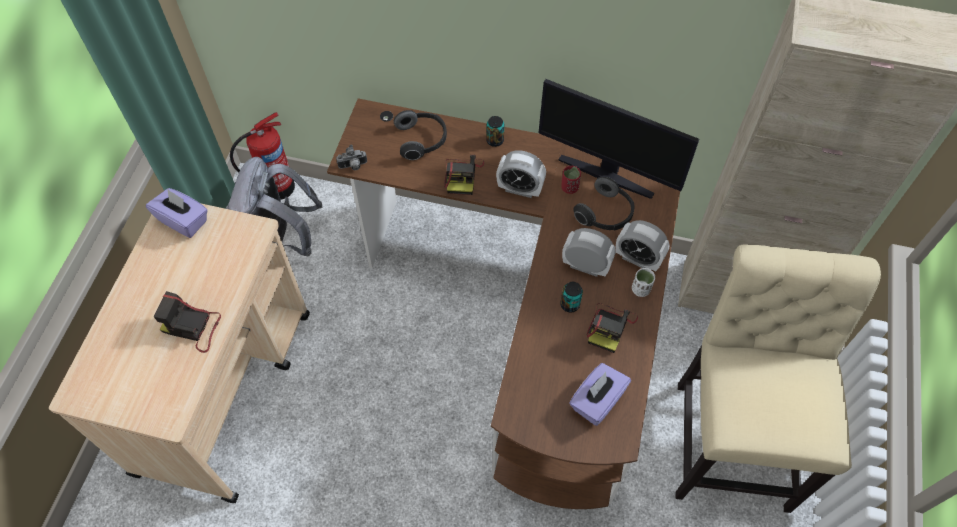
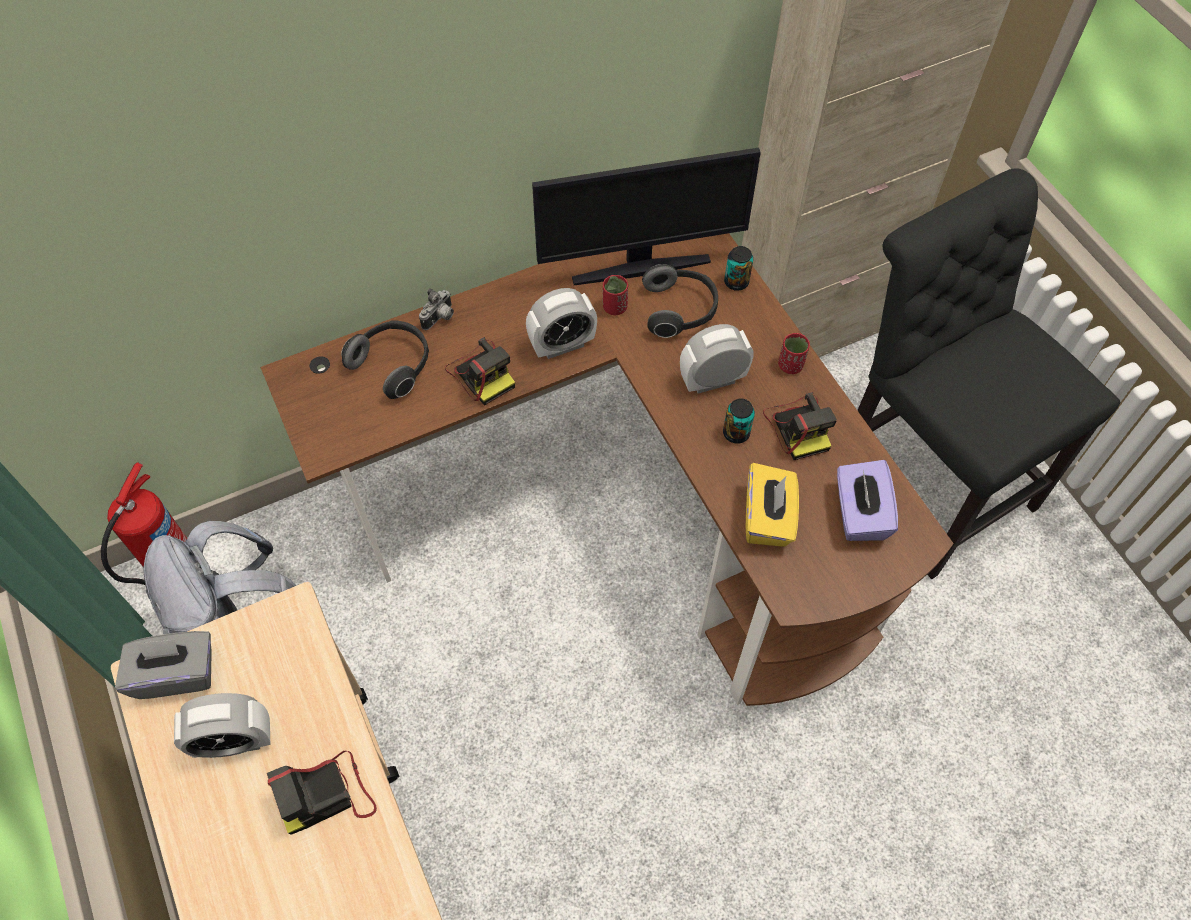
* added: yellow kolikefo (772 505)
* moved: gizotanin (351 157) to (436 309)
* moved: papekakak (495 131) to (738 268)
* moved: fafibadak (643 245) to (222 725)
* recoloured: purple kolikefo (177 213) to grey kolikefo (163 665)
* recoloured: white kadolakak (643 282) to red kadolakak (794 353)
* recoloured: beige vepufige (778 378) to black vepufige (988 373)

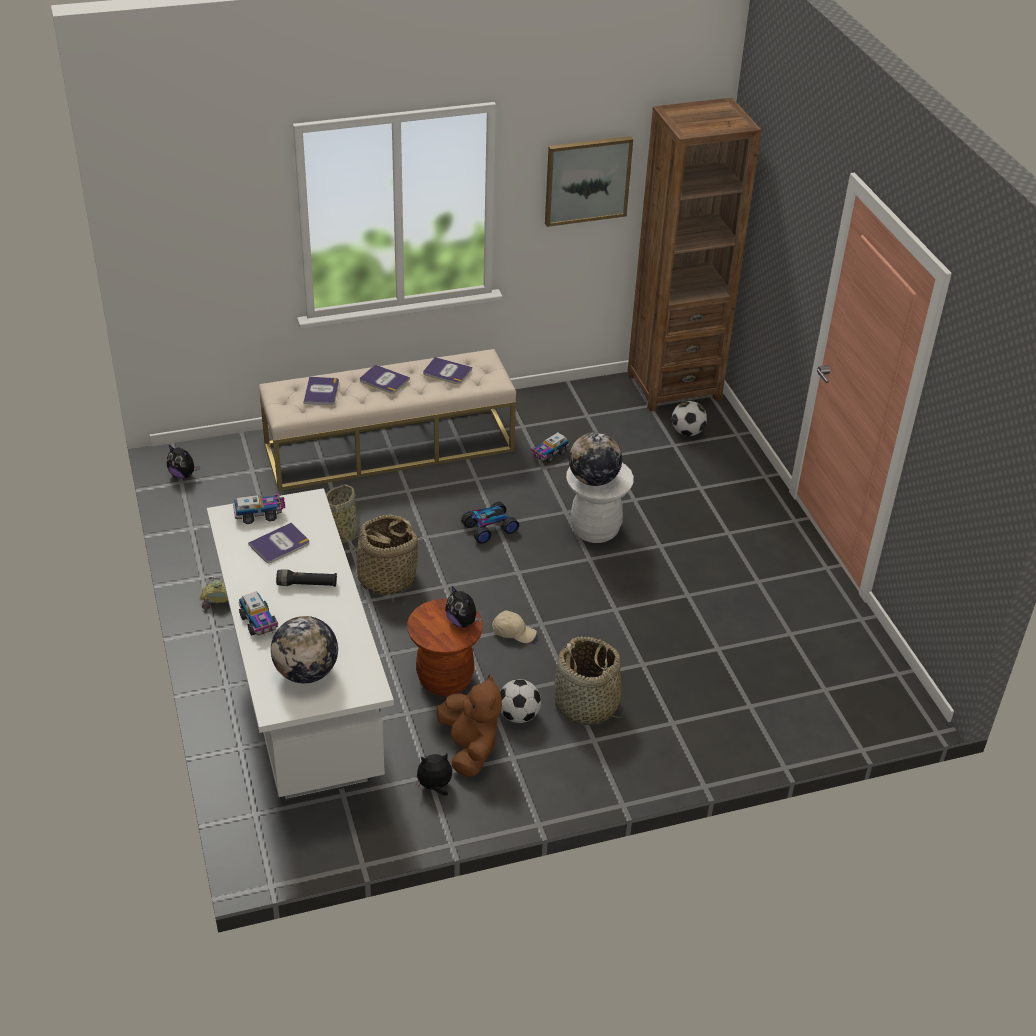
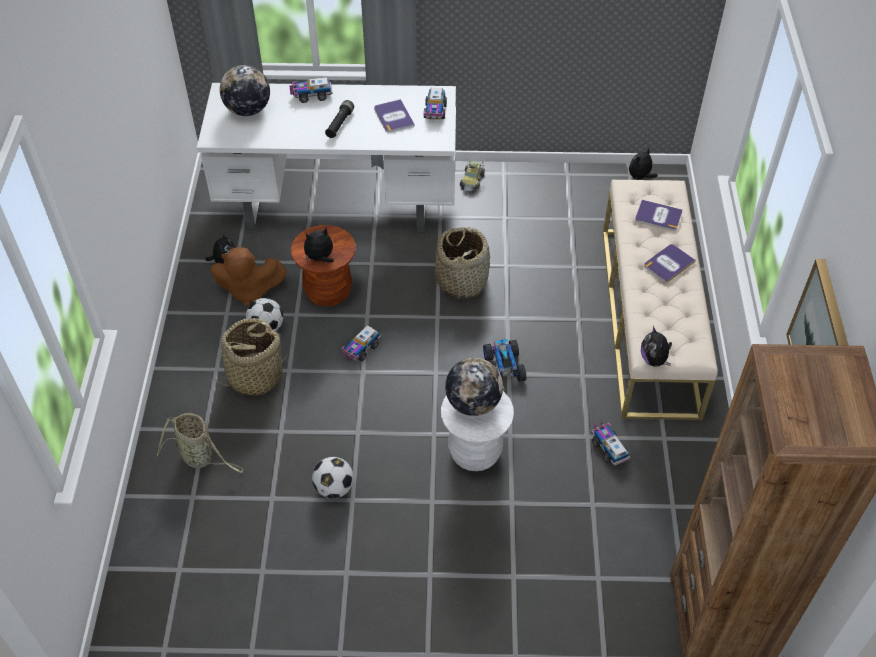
* removed: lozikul (447 370)
* added: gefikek (656 346)
* moved: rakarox (342 518) to (200 443)
* moved: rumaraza (689 418) to (333 478)
* replaced: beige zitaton (515 626) to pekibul (361 343)

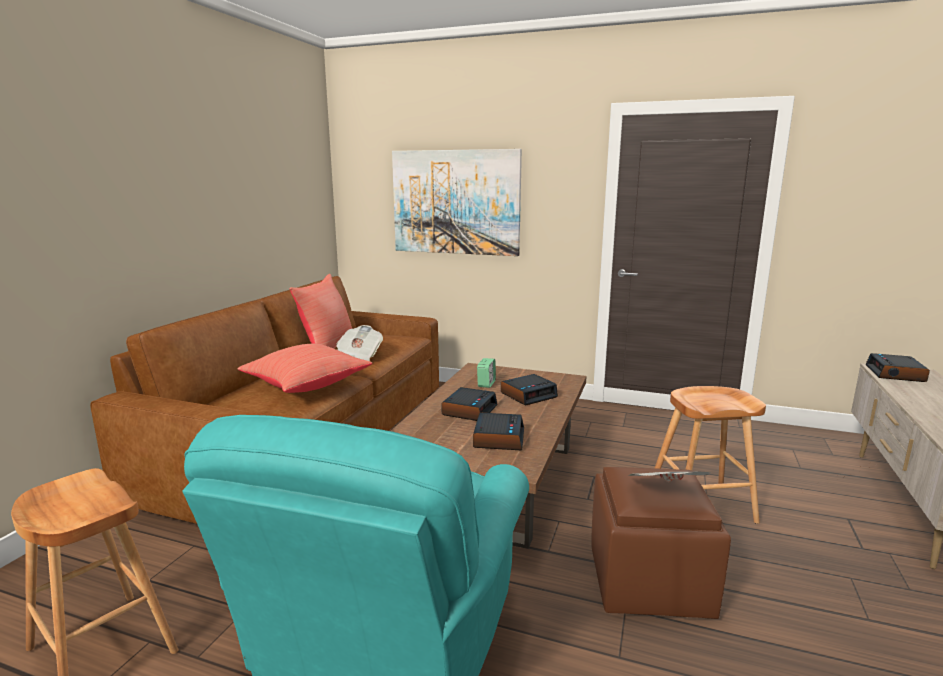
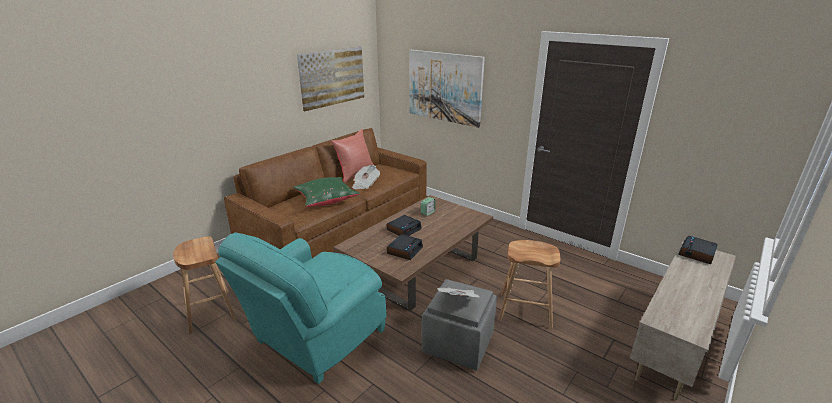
* removed: fafibadak (529 390)
* added: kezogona (330 79)
* recoloured: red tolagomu (305 368) to green tolagomu (326 192)
* recoloured: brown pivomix (661 543) to grey pivomix (459 325)

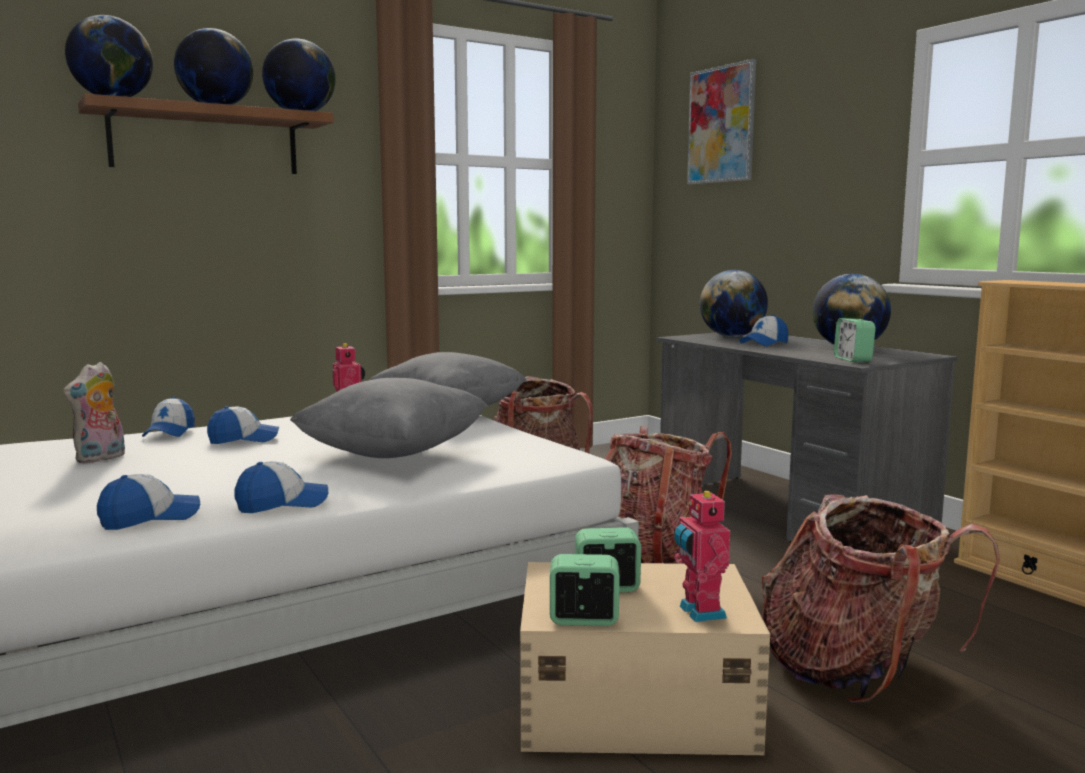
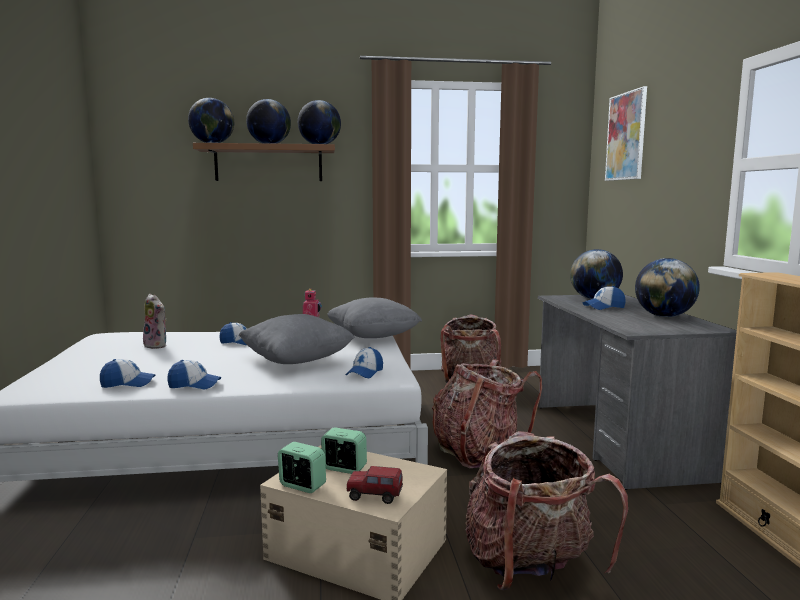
* removed: fafibadak (855 340)
* moved: zitaton (168 417) to (364 362)
* replaced: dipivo (702 555) to pekibul (375 485)
* turned: gefikek (94 413) = (155 321) 105 degrees counterclockwise

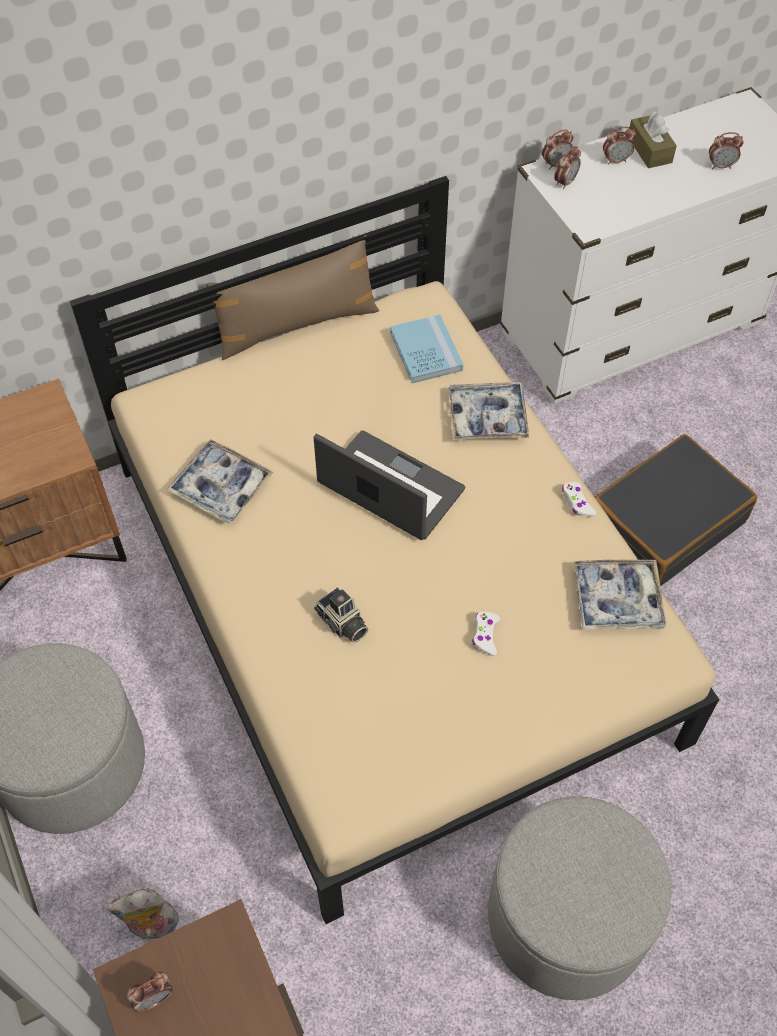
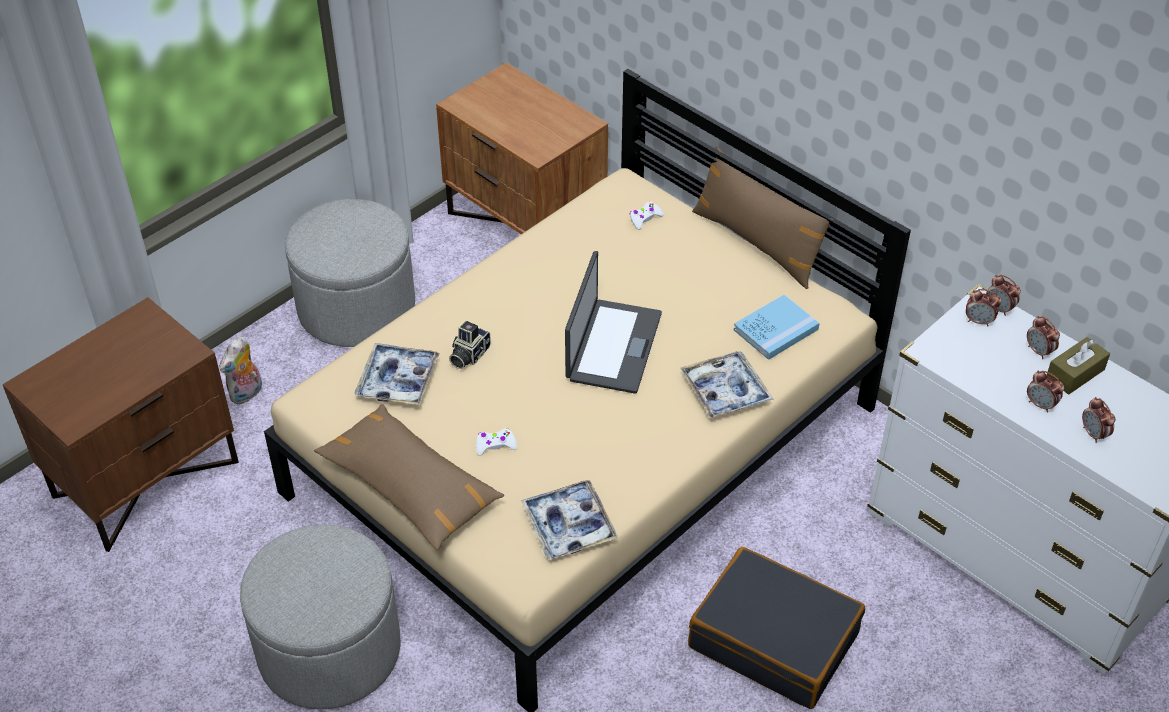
* added: brown tolagomu (409 477)
* moved: fafibadak (150 992) to (1045 392)
* moved: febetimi (220 481) to (397 374)
* moved: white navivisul (579 499) to (646 216)
* turned: gefikek (143 914) = (240 371) 120 degrees counterclockwise

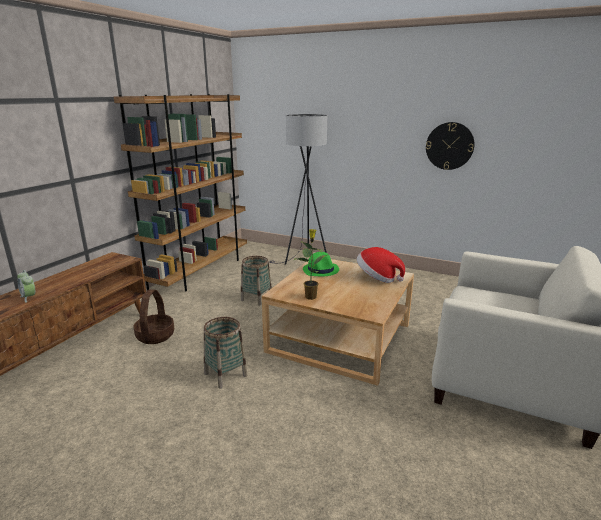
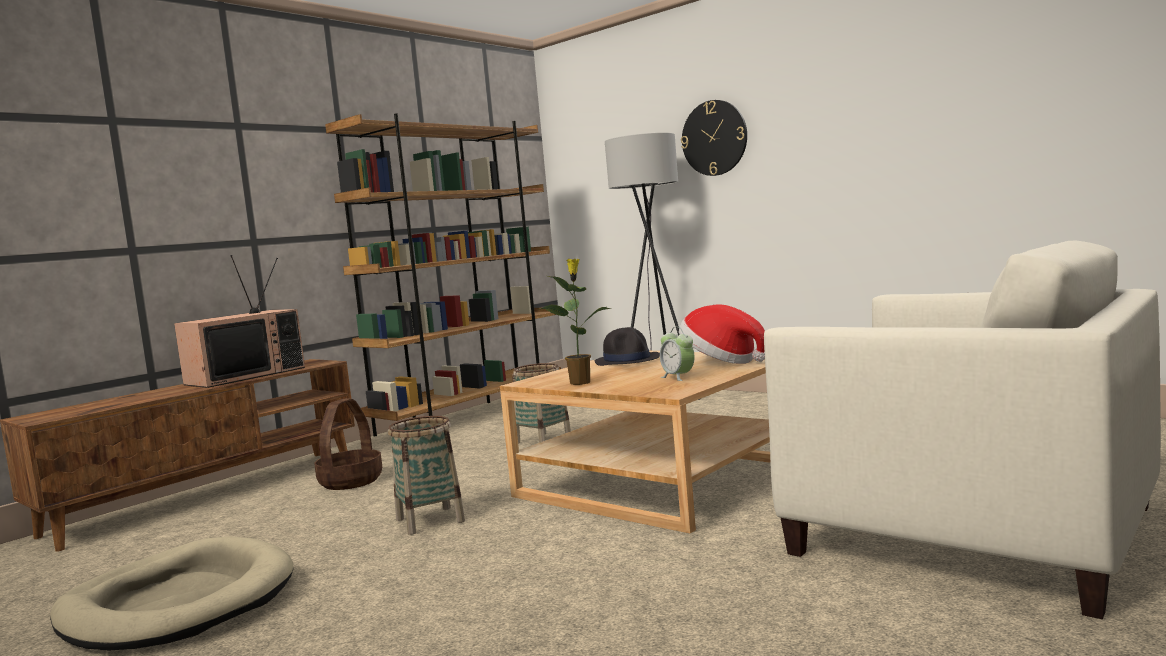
* added: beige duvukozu (171 593)
* added: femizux (239 321)
* moved: fafibadak (26 286) to (677 354)
* moved: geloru (450 146) to (714 138)
* recoloured: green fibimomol (321 264) to black fibimomol (627 346)

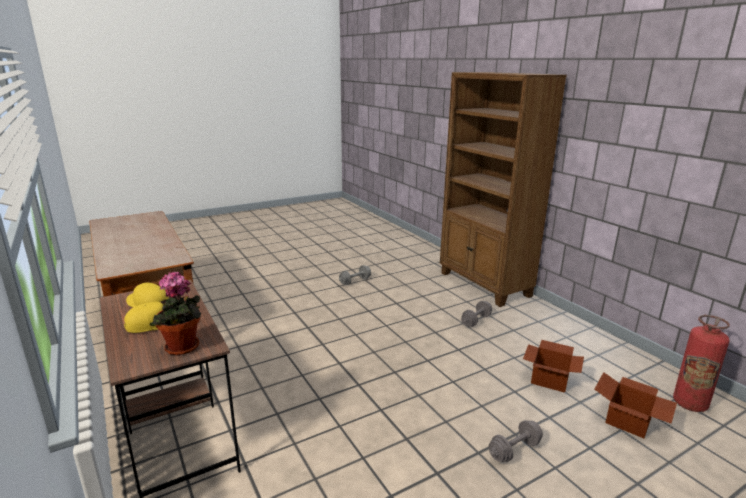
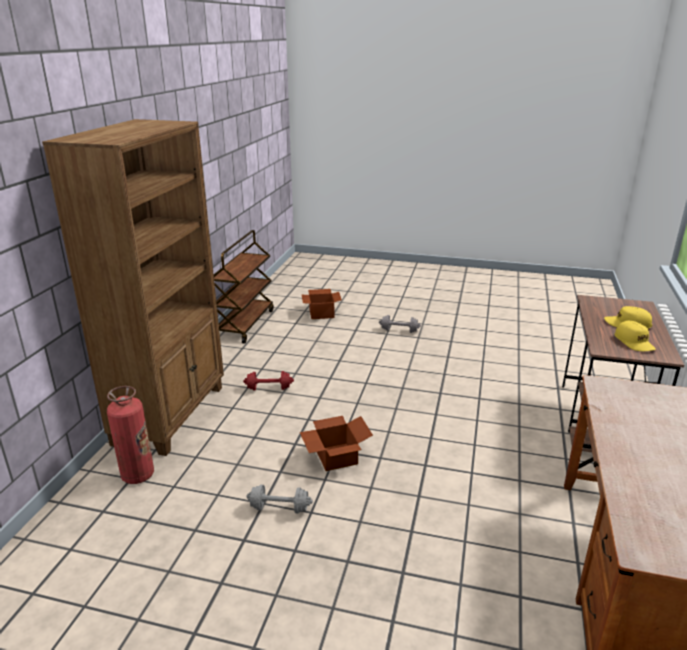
* removed: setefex (175 314)
* added: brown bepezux (244 287)
* moved: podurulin (553 366) to (336 443)
* moved: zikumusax (701 363) to (130 435)
* recoloured: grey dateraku (476 314) to red dateraku (268 380)

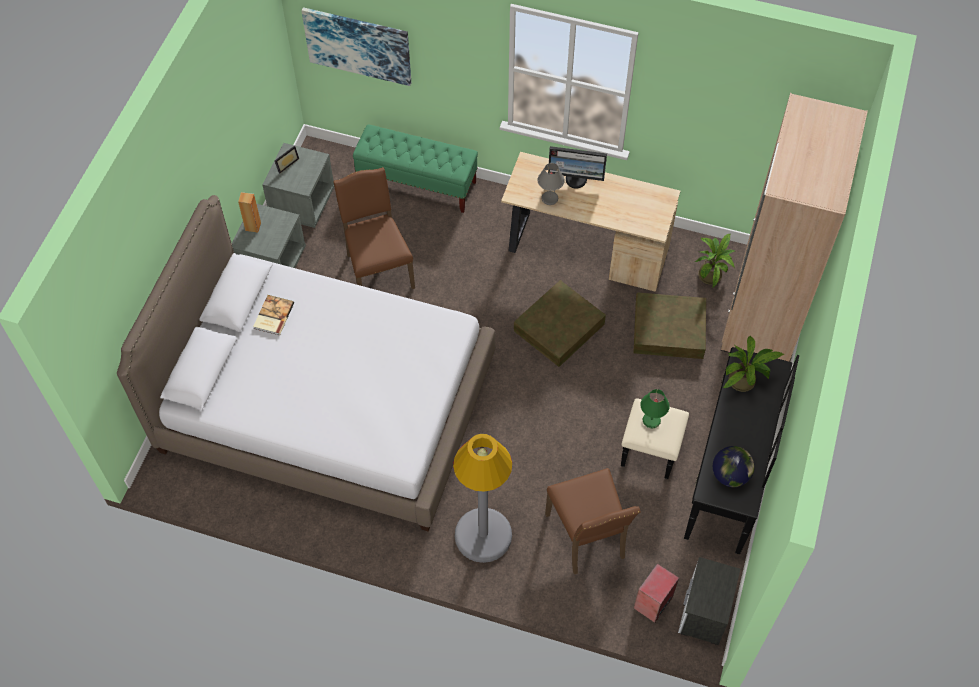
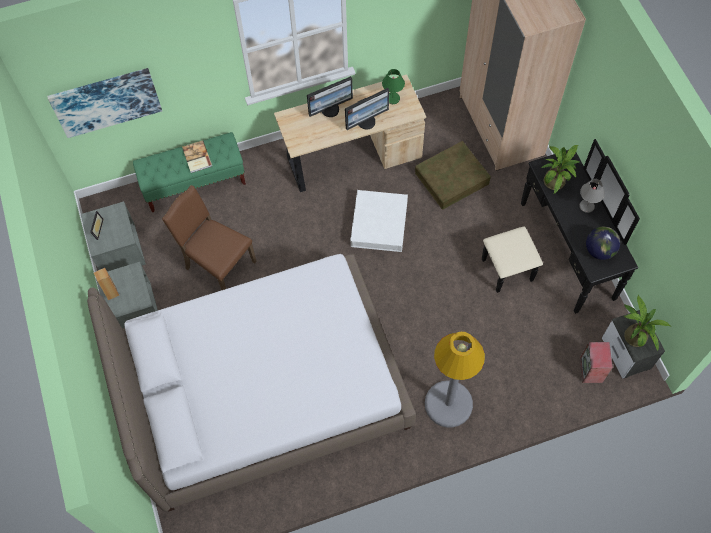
* removed: brown vepufige (593 521)
* added: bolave (367 109)
* moved: lozikul (273 315) to (197 156)
* moved: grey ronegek (551 184) to (592 196)
* moved: green ronegek (655 408) to (393 86)
* moved: setefex (715 260) to (647 323)
* recoloured: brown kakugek (560 323) to white kakugek (379 221)

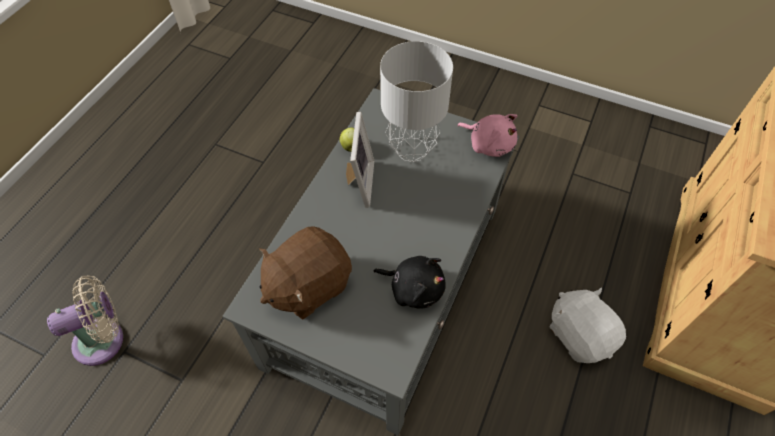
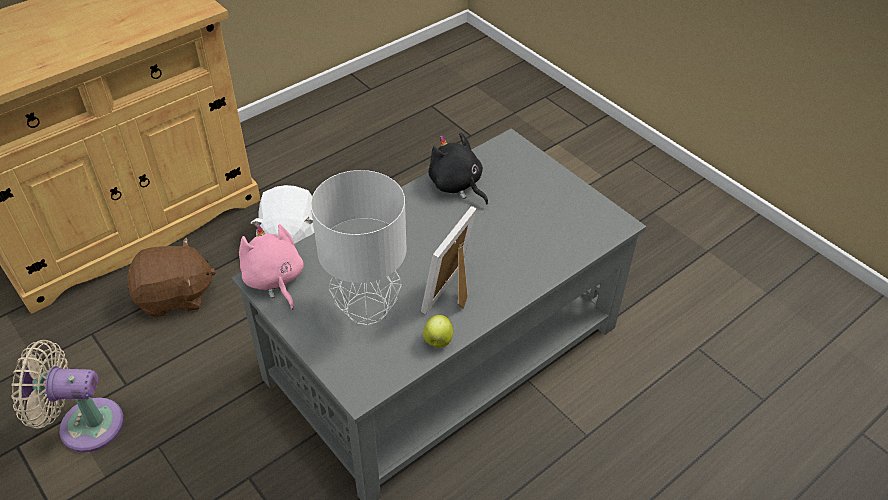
* moved: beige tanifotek (85 320) to (67 396)
* moved: brown gefikek (305 272) to (171 277)

